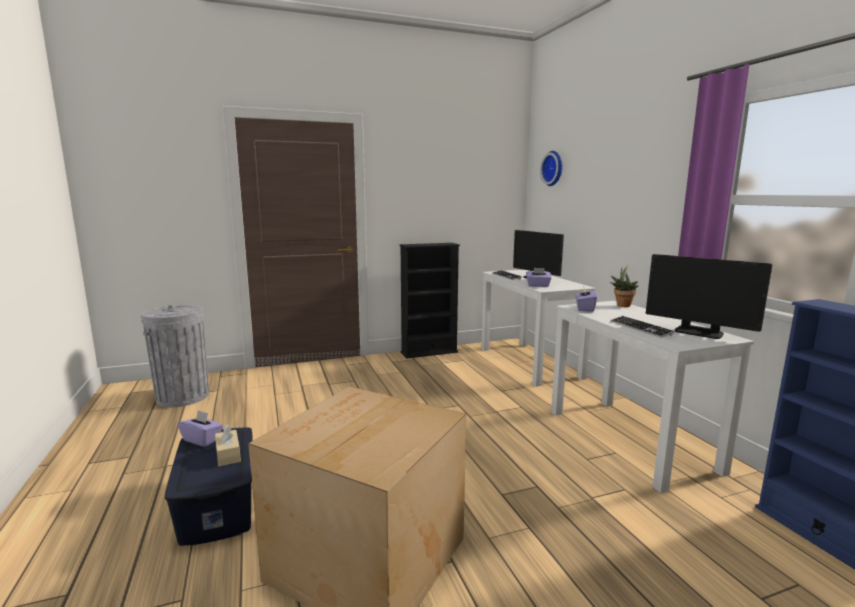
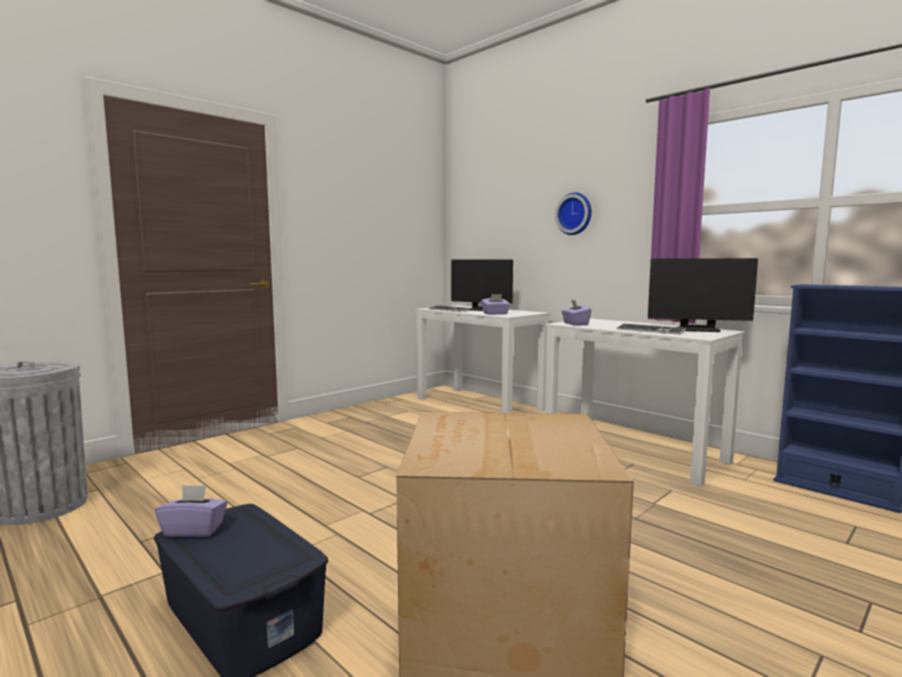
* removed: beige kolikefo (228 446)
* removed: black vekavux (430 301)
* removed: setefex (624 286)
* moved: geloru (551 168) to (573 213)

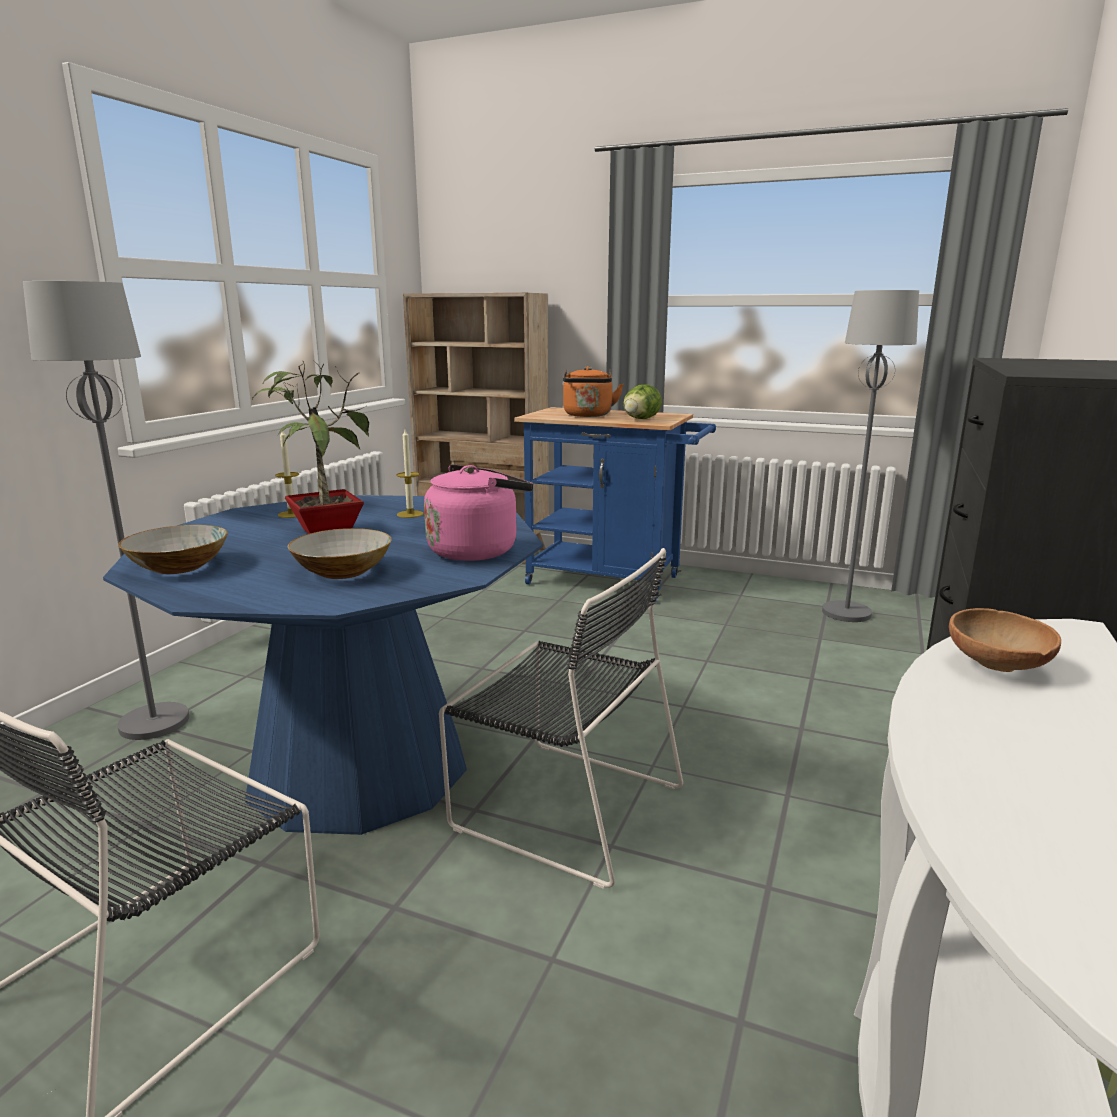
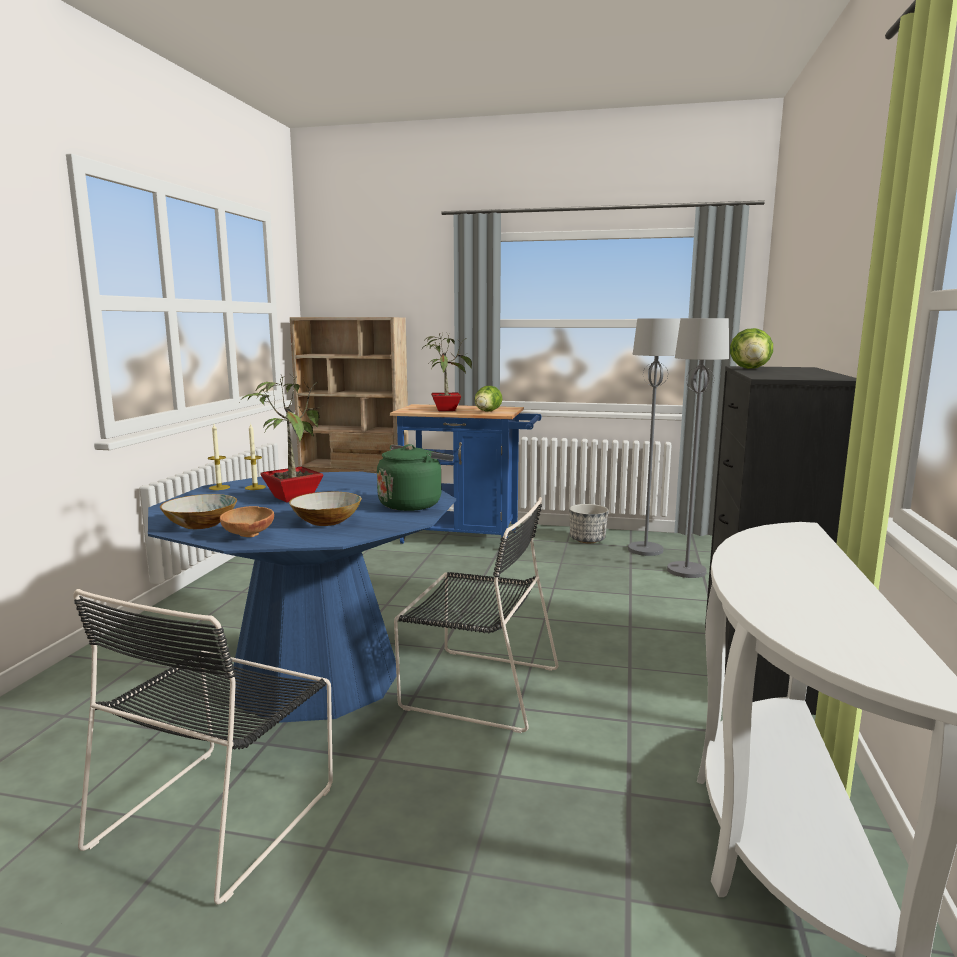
* added: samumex (588 523)
* added: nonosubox (751 348)
* moved: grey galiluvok (106 510) to (698 448)
* moved: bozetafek (410 473) to (219 457)
* moved: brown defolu (1005 640) to (247 521)
* replaced: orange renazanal (593 391) to setefex (448 372)
* recoloured: pink renazanal (478 512) to green renazanal (415 477)

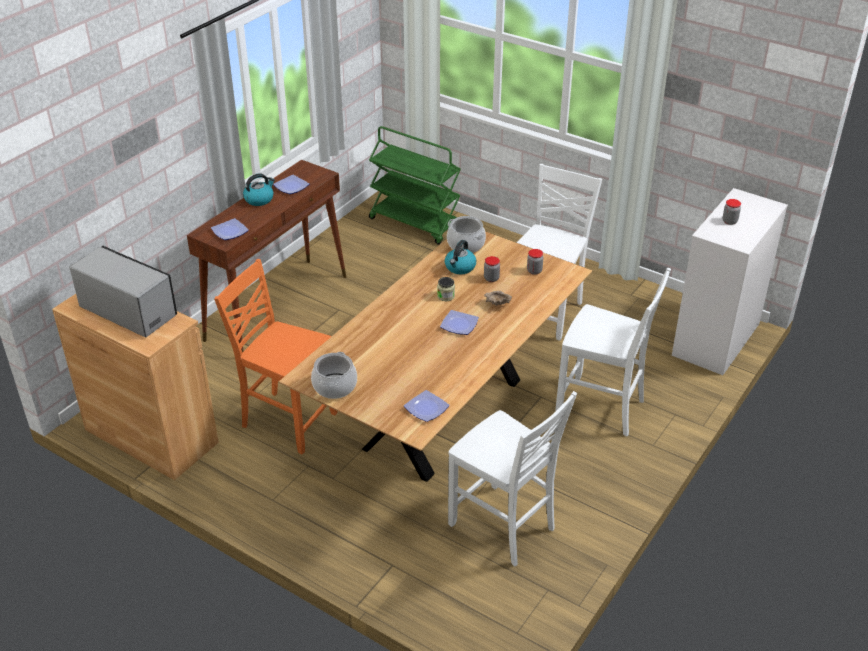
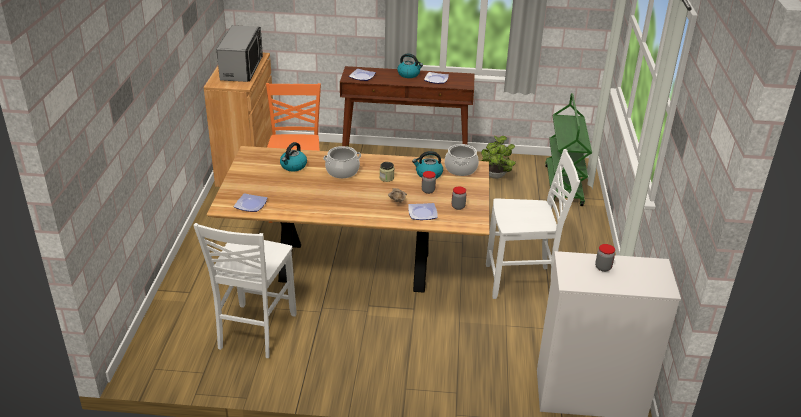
* removed: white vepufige (613 352)
* added: renazanal (293 157)
* added: setefex (498 157)
* moved: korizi (334 375) to (342 162)
* moved: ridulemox (459 322) to (423 211)

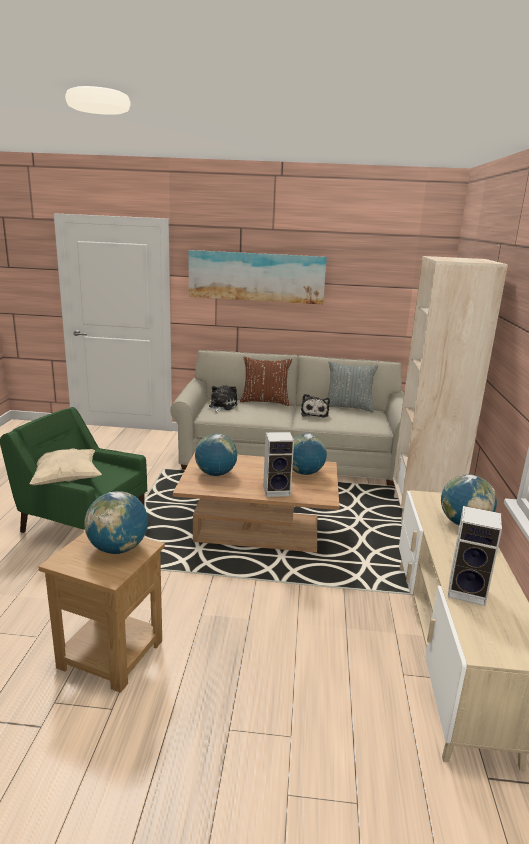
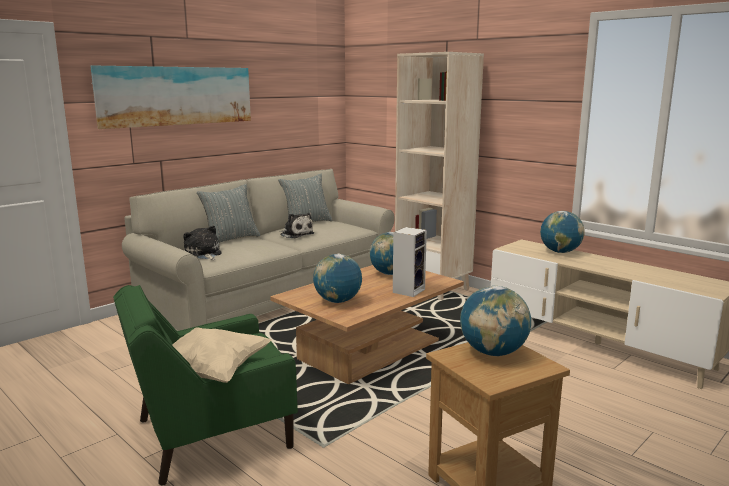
* removed: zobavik (475 556)
* recoloured: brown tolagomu (266 381) to grey tolagomu (228 213)

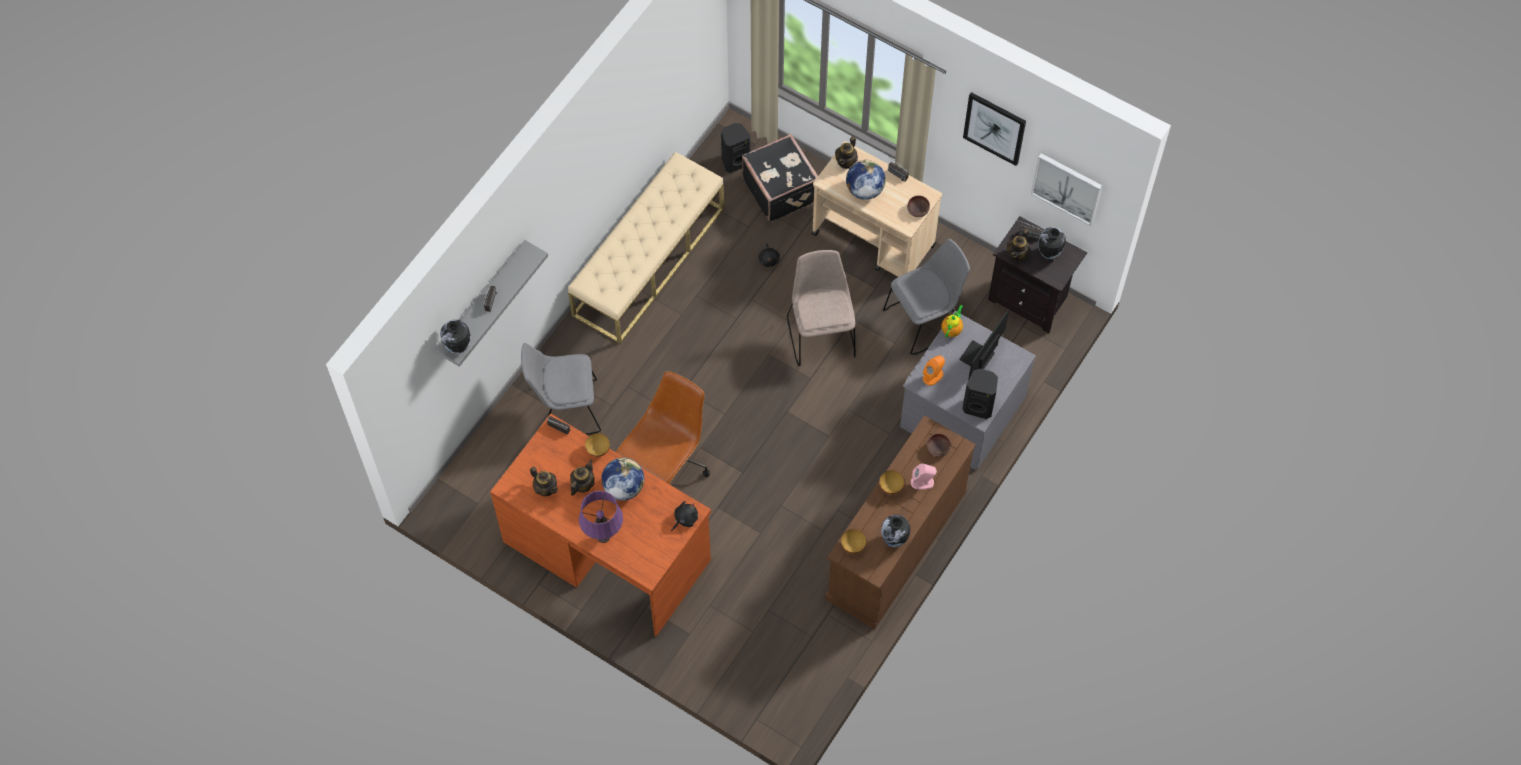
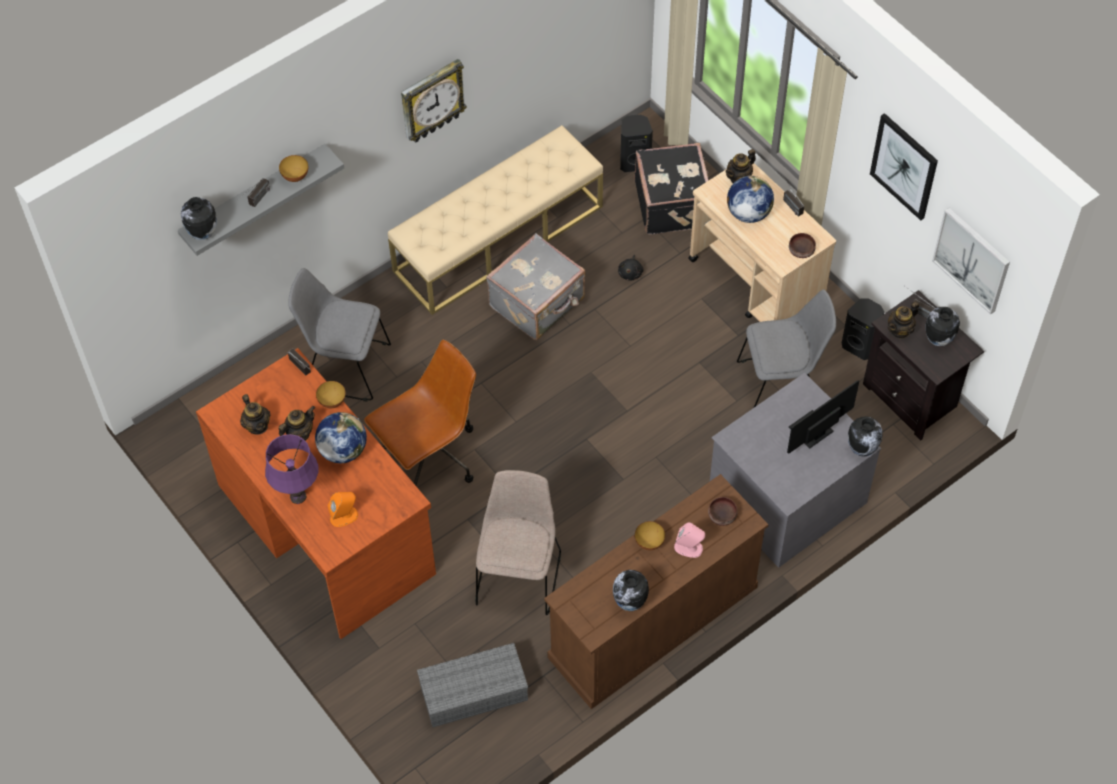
* removed: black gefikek (684 516)
* removed: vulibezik (952 321)
* added: geloru (434 100)
* added: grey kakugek (472 685)
* added: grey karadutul (535 286)
* added: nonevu (865 436)
* moved: beige vepufige (821 308) to (518 542)
* moved: defolu (853 541) to (293 168)
* moved: orange zobavik (934 370) to (343 509)
* moved: black zobavik (980 394) to (863 329)

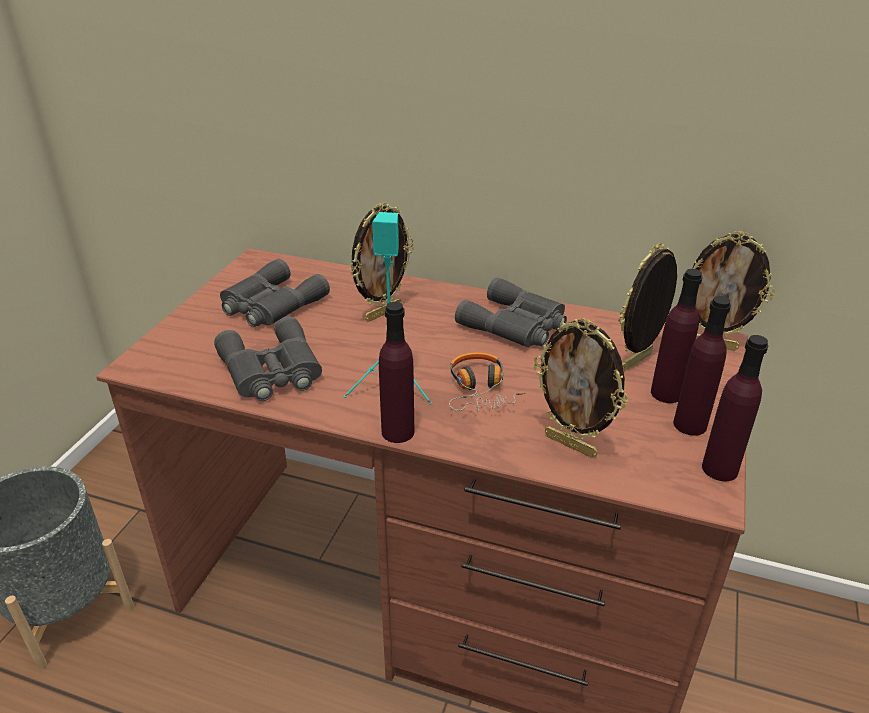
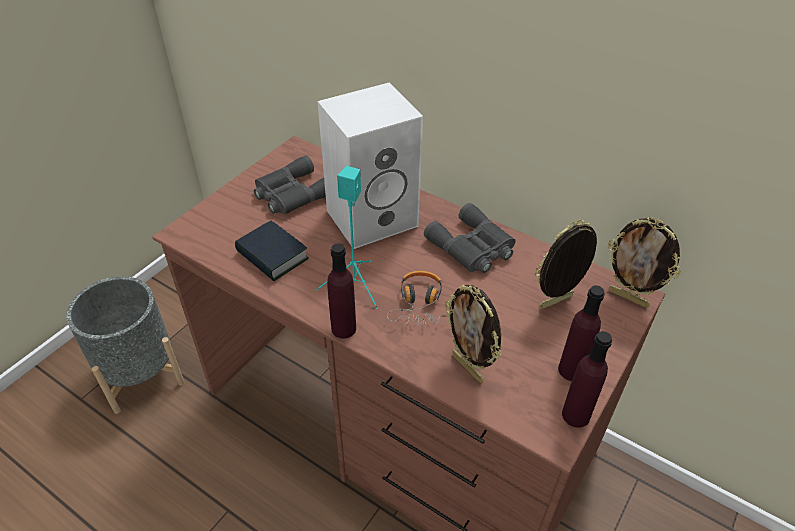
* removed: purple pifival (677 336)
* replaced: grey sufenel (268 358) to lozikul (272 251)
* replaced: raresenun (382 262) to white zobavik (370 166)

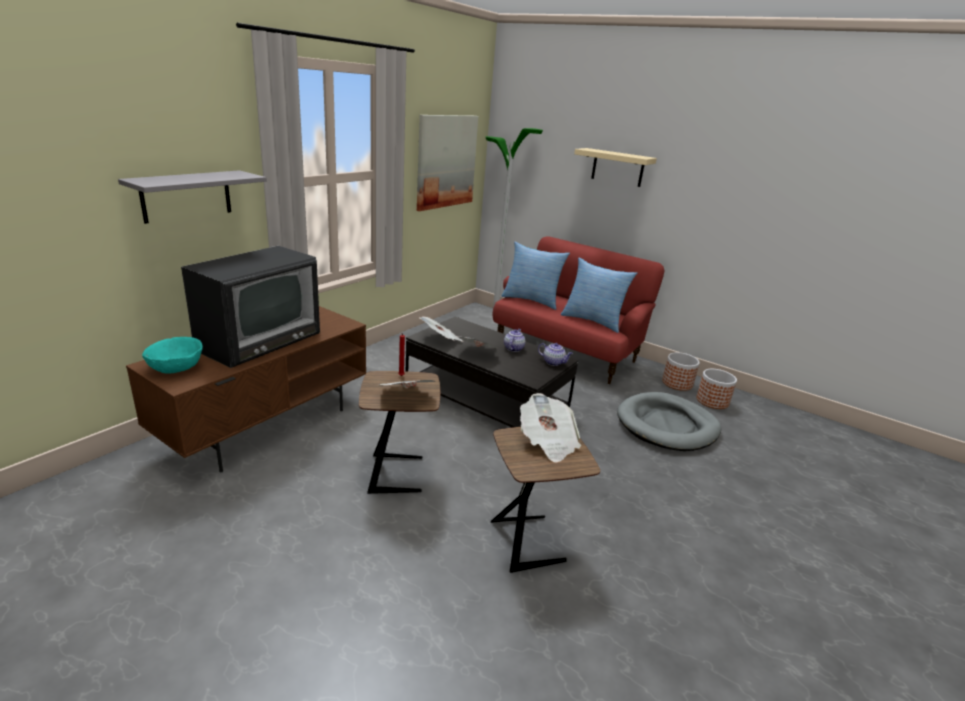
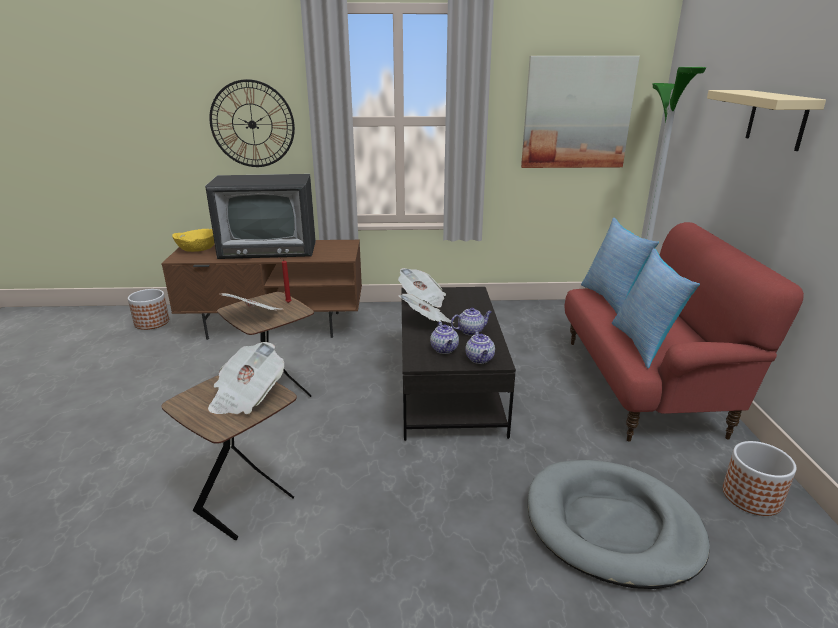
* added: vulibezik (444 338)
* moved: samumex (716 389) to (148 309)
* replaced: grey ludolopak (192 197) to geloru (252 123)
* recoloured: turquoise defolu (172 355) to yellow defolu (193 240)

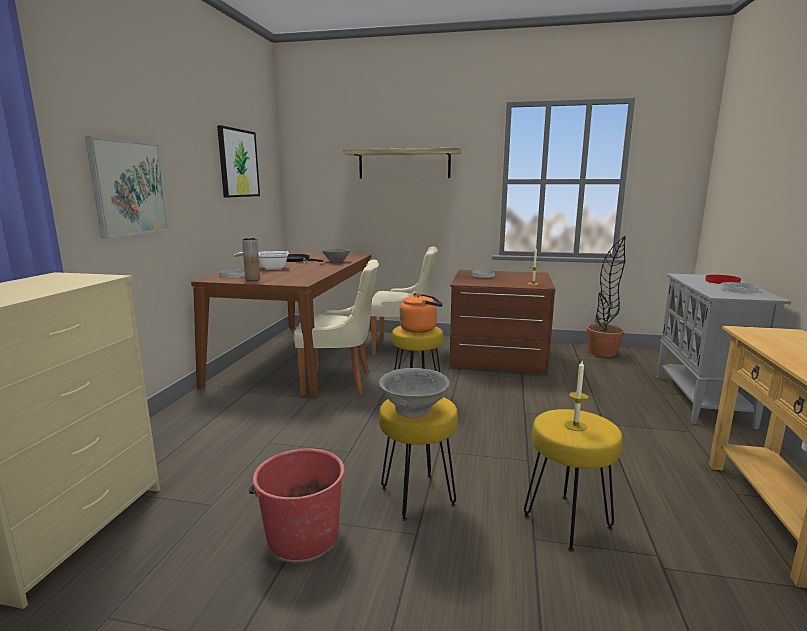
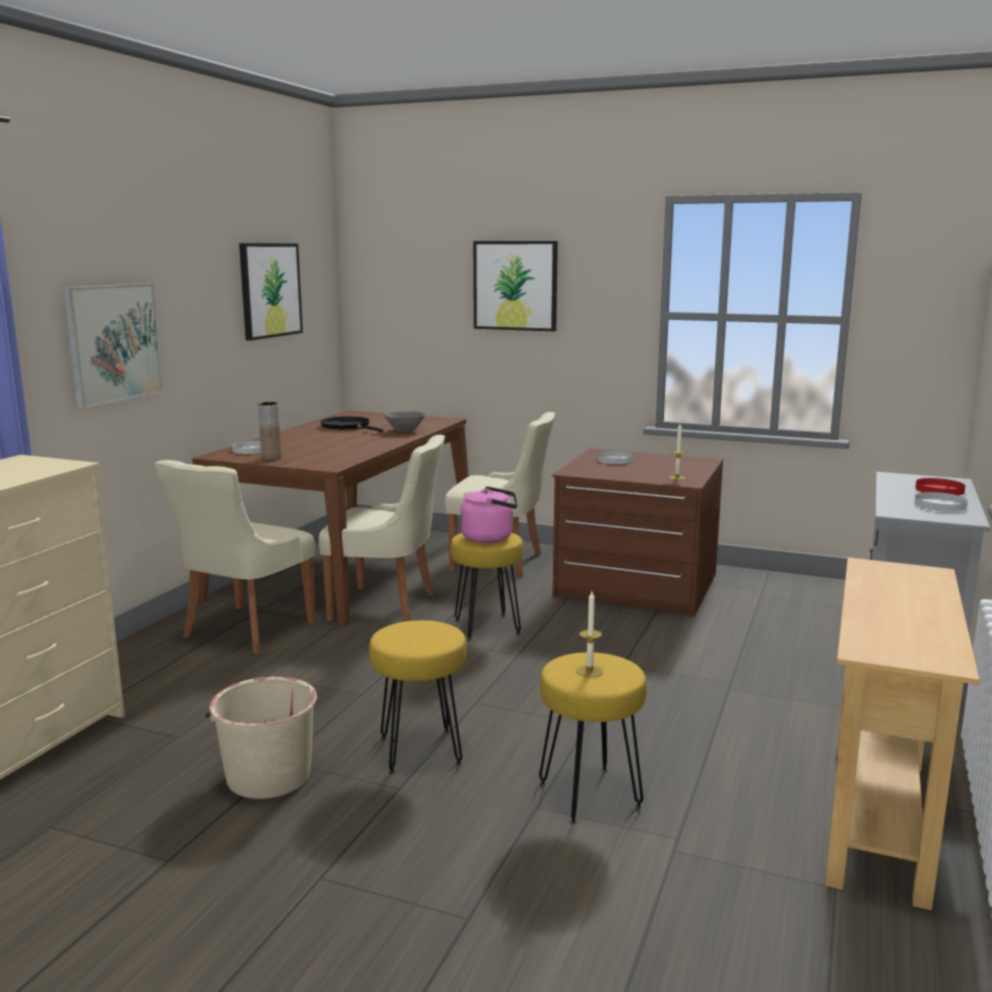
* removed: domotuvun (261 260)
* removed: grey defolu (414 393)
* removed: setefex (606 296)
* added: beige vepufige (234 557)
* replaced: ludolopak (402 163) to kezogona (515 286)
* recoloured: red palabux (297 504) to beige palabux (261 738)
* recoloured: orange renazanal (421 313) to pink renazanal (489 514)

